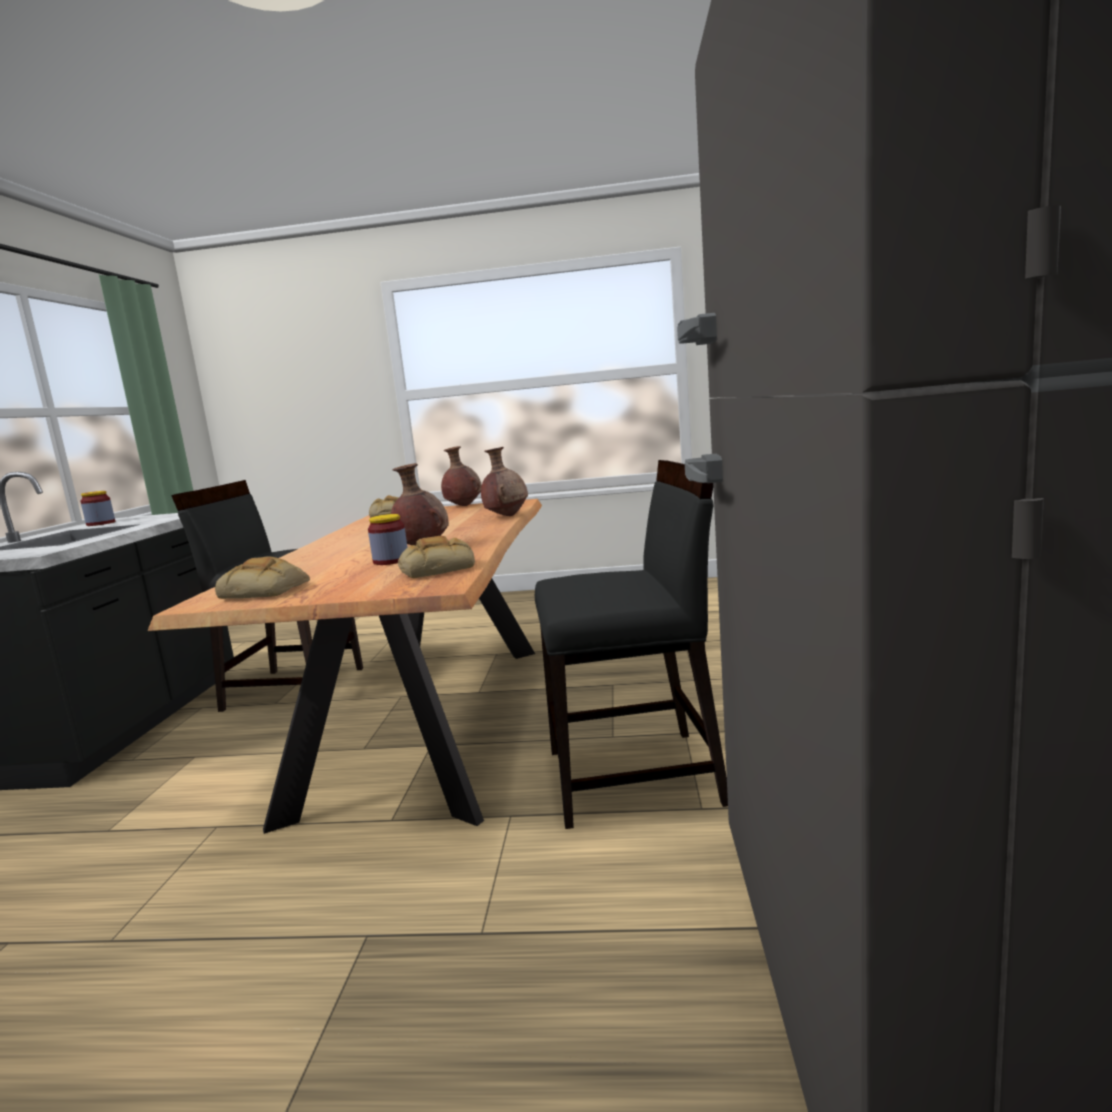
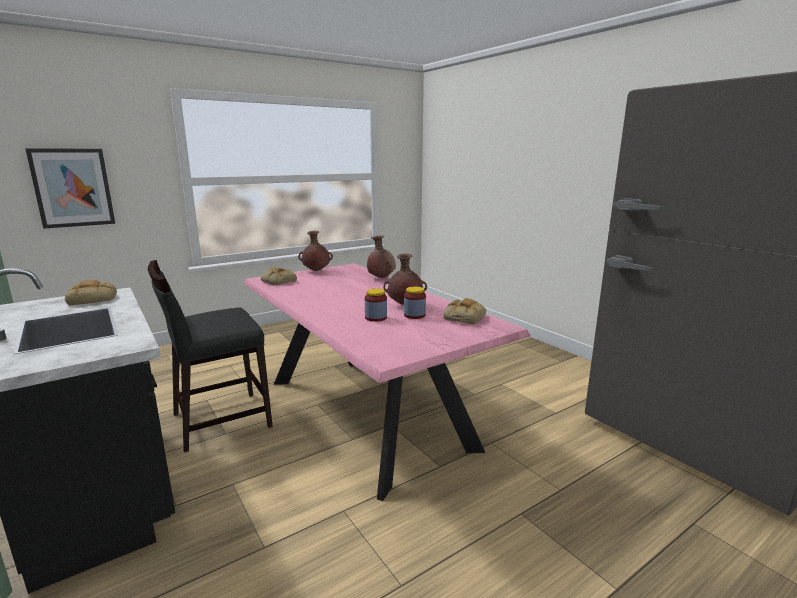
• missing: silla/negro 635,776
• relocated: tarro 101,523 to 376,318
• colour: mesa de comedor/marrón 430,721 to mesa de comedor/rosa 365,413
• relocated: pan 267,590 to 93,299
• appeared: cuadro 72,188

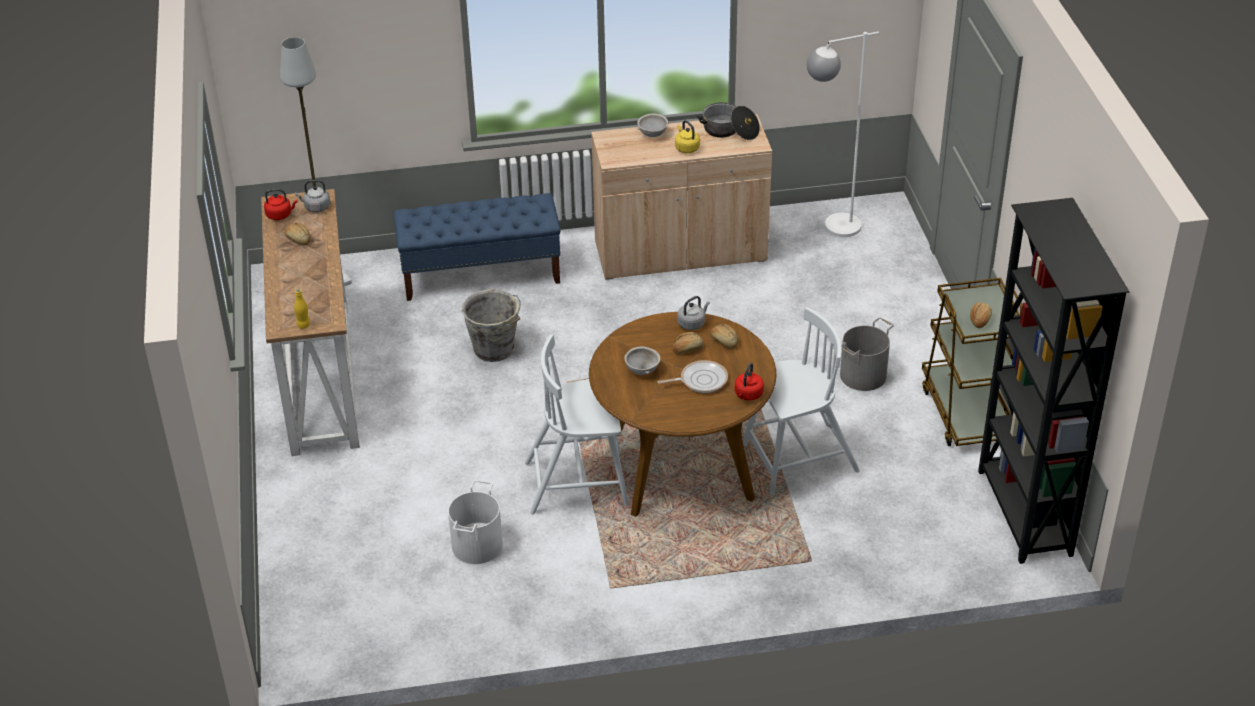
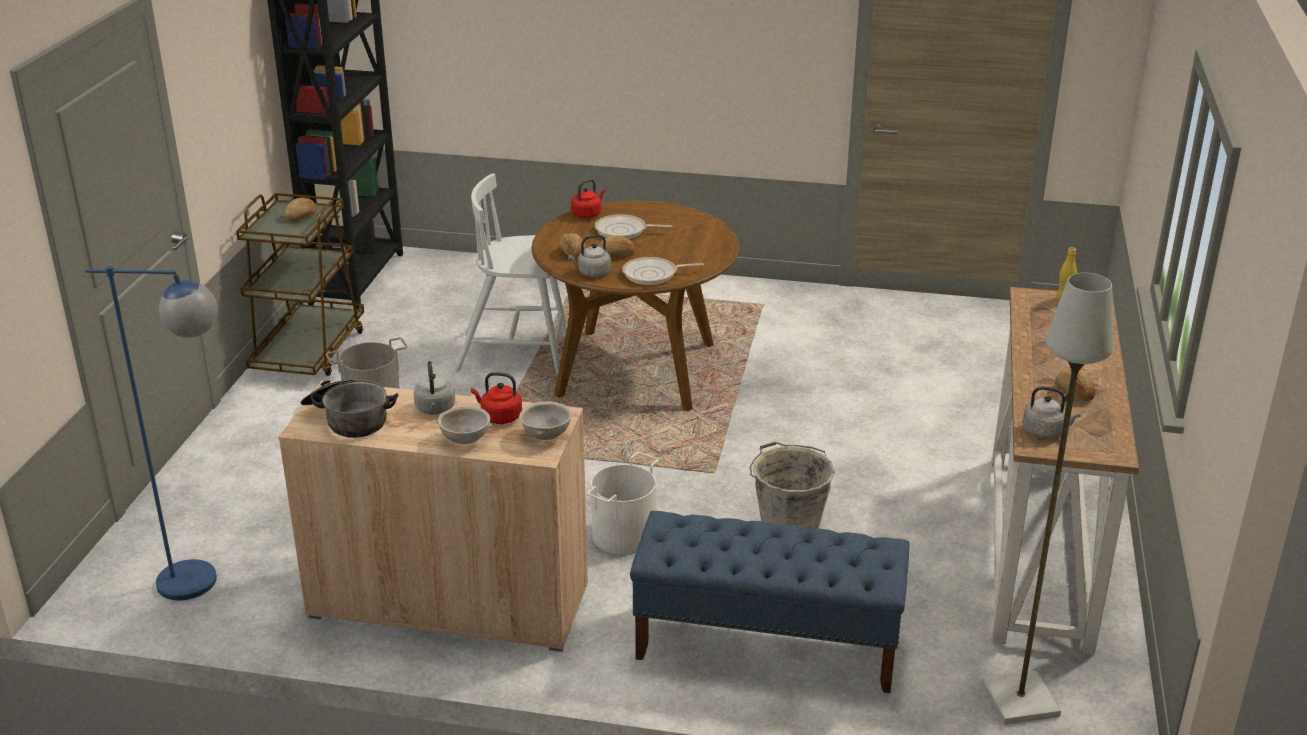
• colour: lámpara de pie/blanco 830,229 to lámpara de pie/azul 208,582
• colour: hervidor/amarillo 686,148 to hervidor/gris 435,409
• relocated: hervidor/rojo 280,215 to 499,417
• missing: silla/blanco 579,483
• relocated: cuenco/gris 643,370 to 545,436
• relocated: cubo/blanco 476,545 to 625,535
• appeared: sartén 653,275

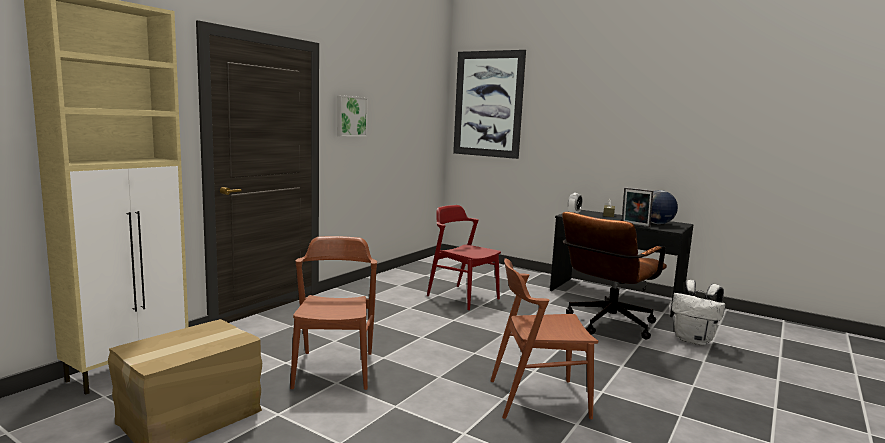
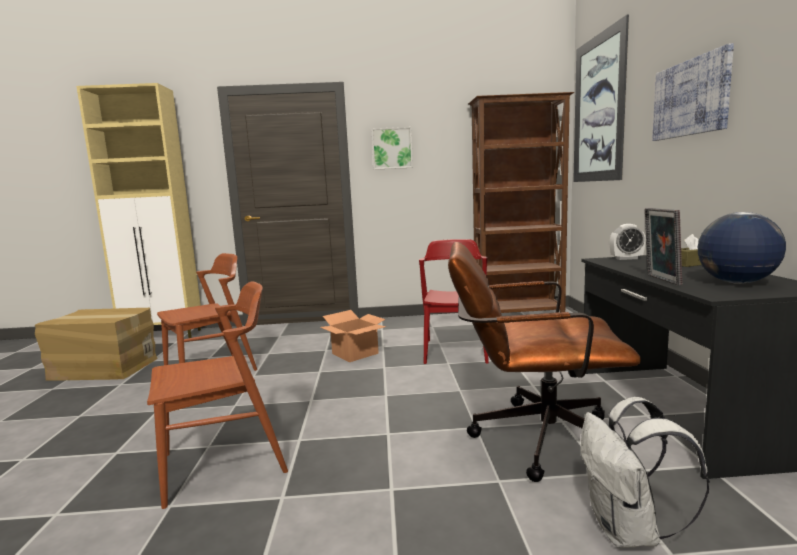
• spun: silla/marrón 538,398 = 224,463 105 degrees clockwise
• appeared: cuadro 690,98
• appeared: estantería/marrón 519,314
• appeared: caja de cartón 355,353

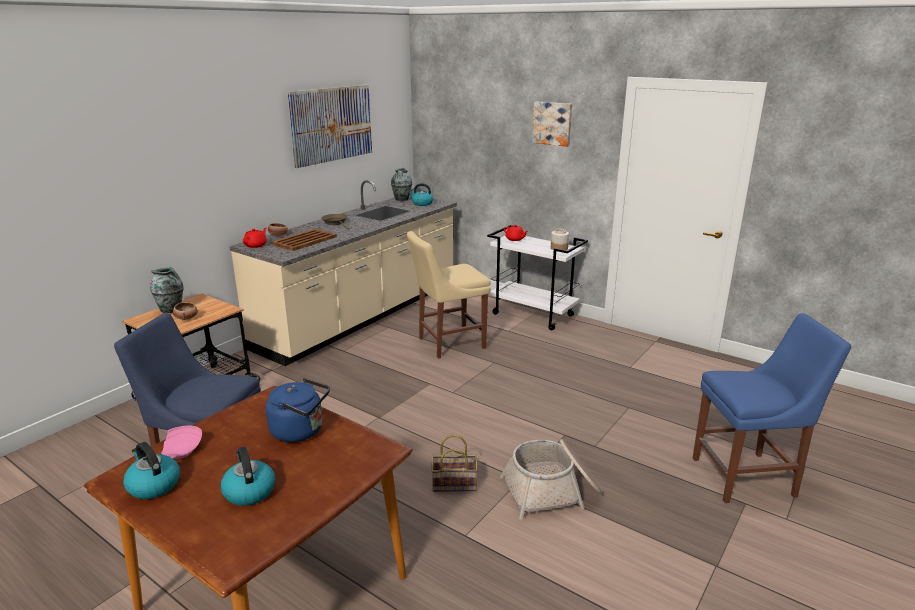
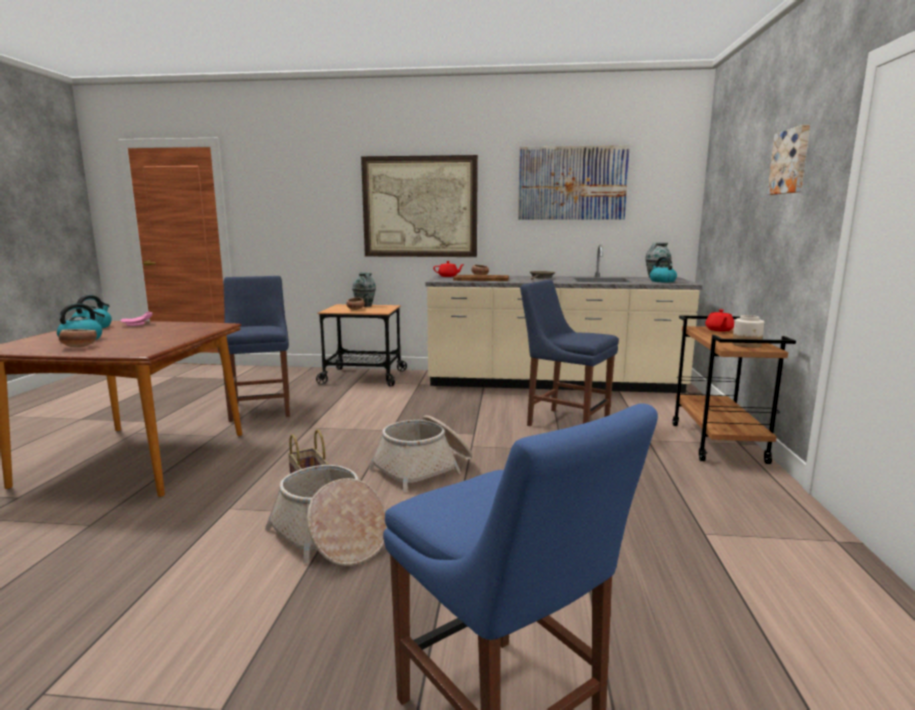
• colour: carrito/blanco 533,315 to carrito/marrón 718,443
• colour: silla/beis 448,343 to silla/azul 564,422
• missing: hervidor/azul 300,431
• appeared: cuadro 419,207
• appeared: cuenco 78,347
• appeared: cesta 424,468

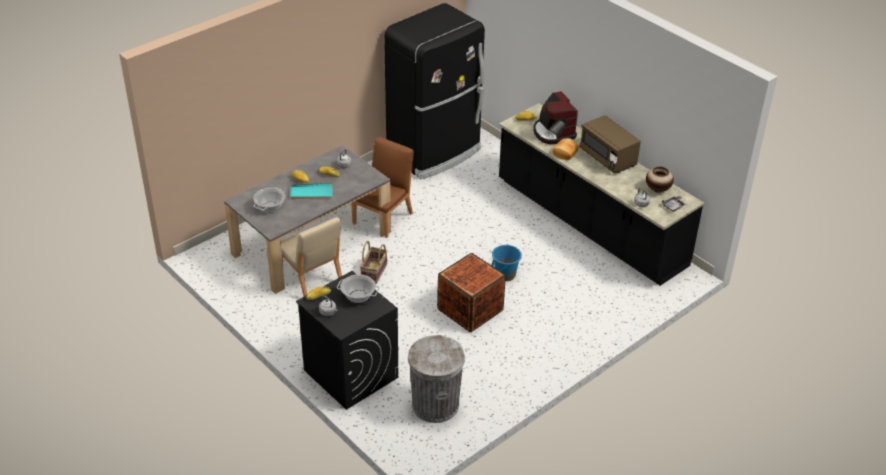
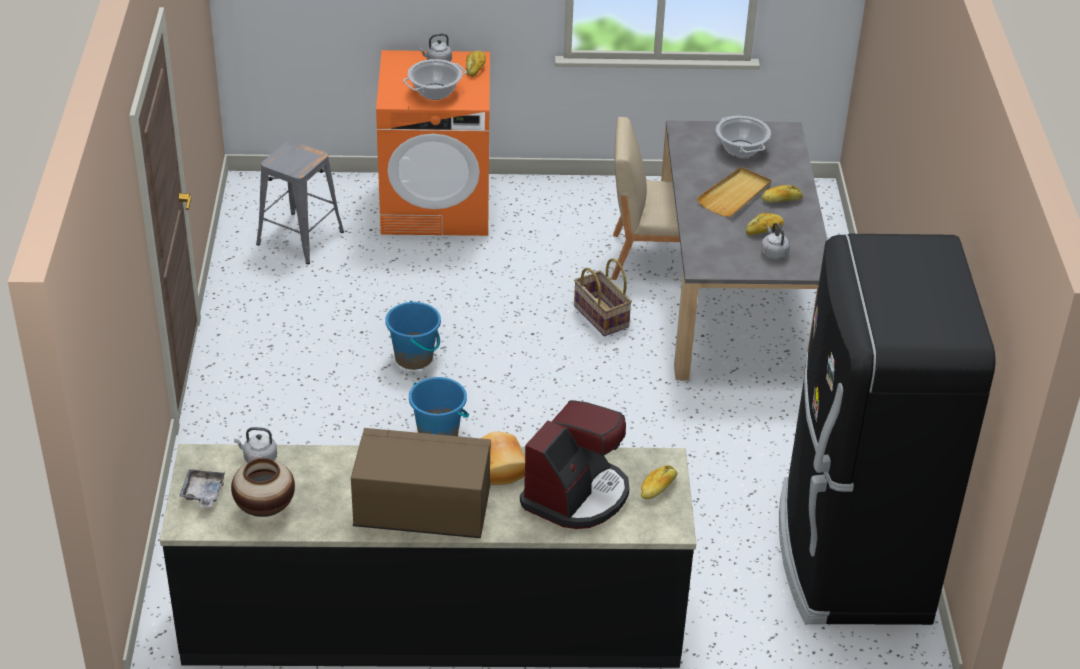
• spun: cafetera 553,133 = 576,495 105 degrees clockwise
• missing: silla/marrón 383,218
• colour: bandeja/turquesa 311,193 to bandeja/beis 735,195
• exchanged: caja de embalaje 470,309 to cubo/azul 414,358
• colour: lavadora/negro 350,373 to lavadora/naranja 436,205
• exchanged: papelera/gris 435,405 to taburete/gris 299,237

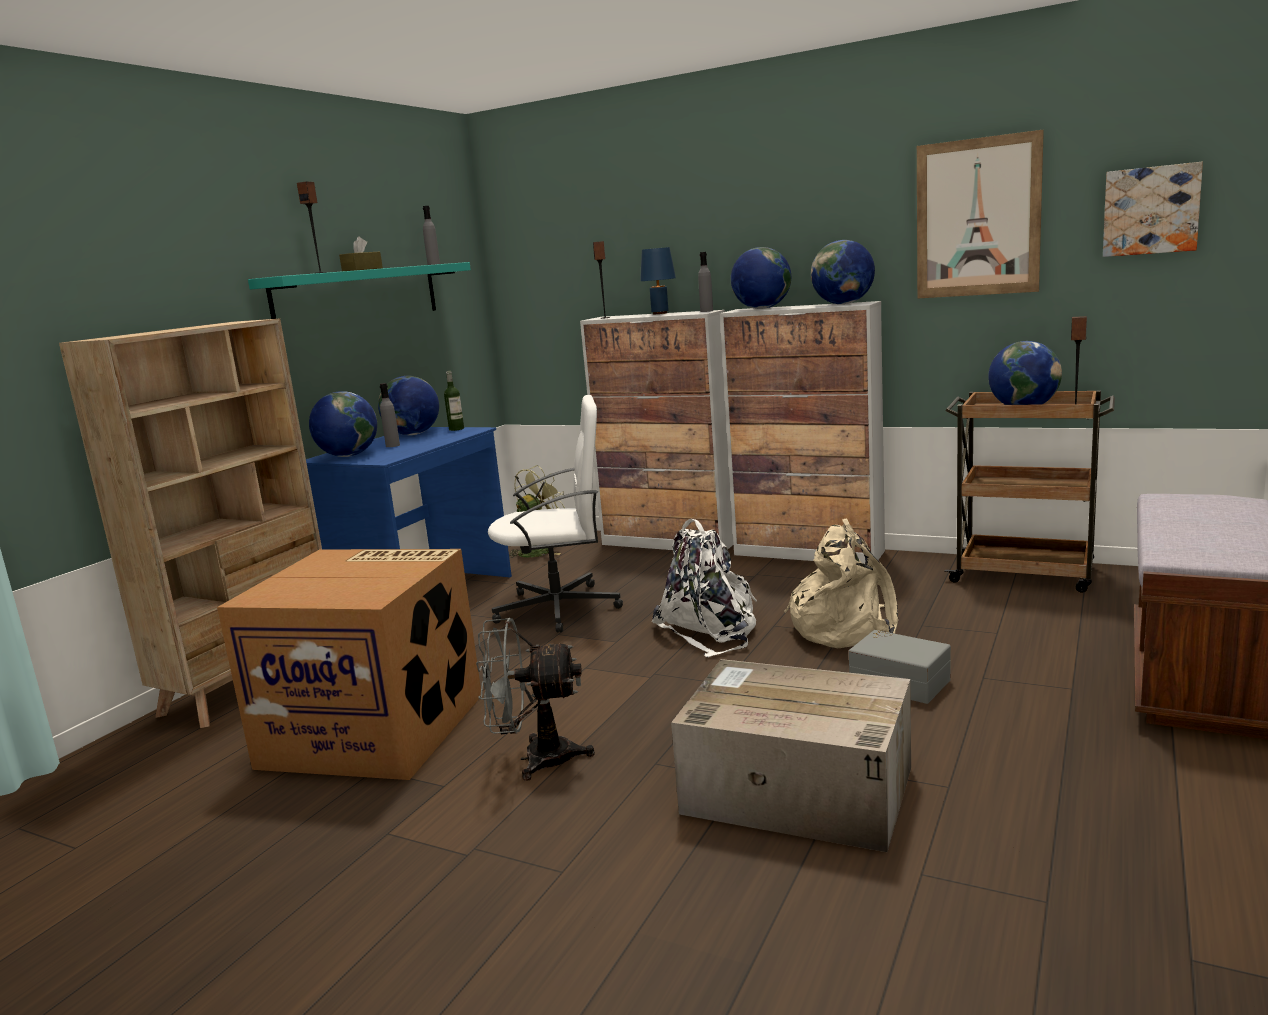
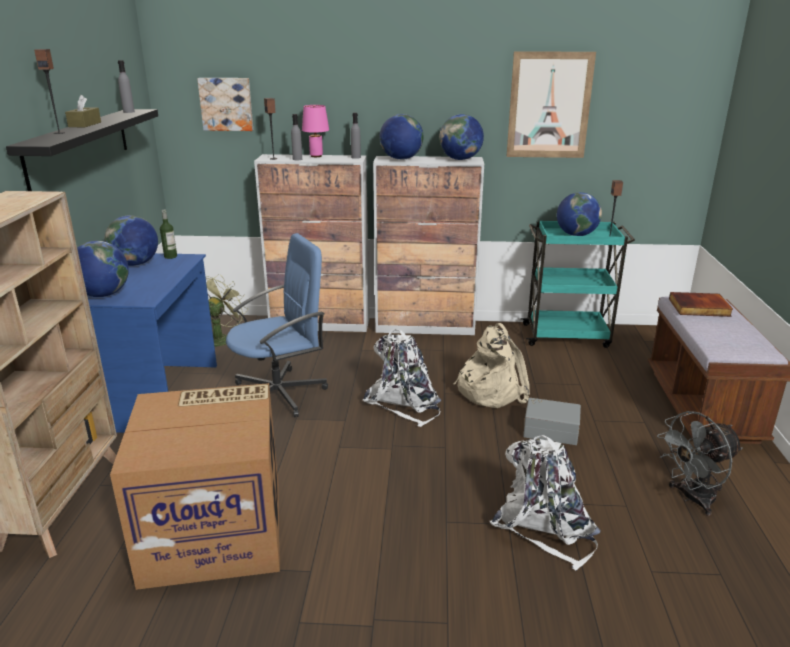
• relocated: cuadro 1150,210 to 226,104
• colour: lámpara de mesa/azul 660,313 to lámpara de mesa/rosa 316,156
• colour: estante/turquesa 358,295 to estante/negro 79,146
• relocated: botella/gris 393,445 to 297,159
• colour: carrito/marrón 1025,574 to carrito/turquesa 567,335
• colour: silla de oficina/blanco 560,608 to silla de oficina/azul 280,394
• relocated: ventilador/gris 535,759 to 691,498
• exchanged: caja de cartón 794,790 to mochila/blanco 545,526
• appeared: libro 699,308

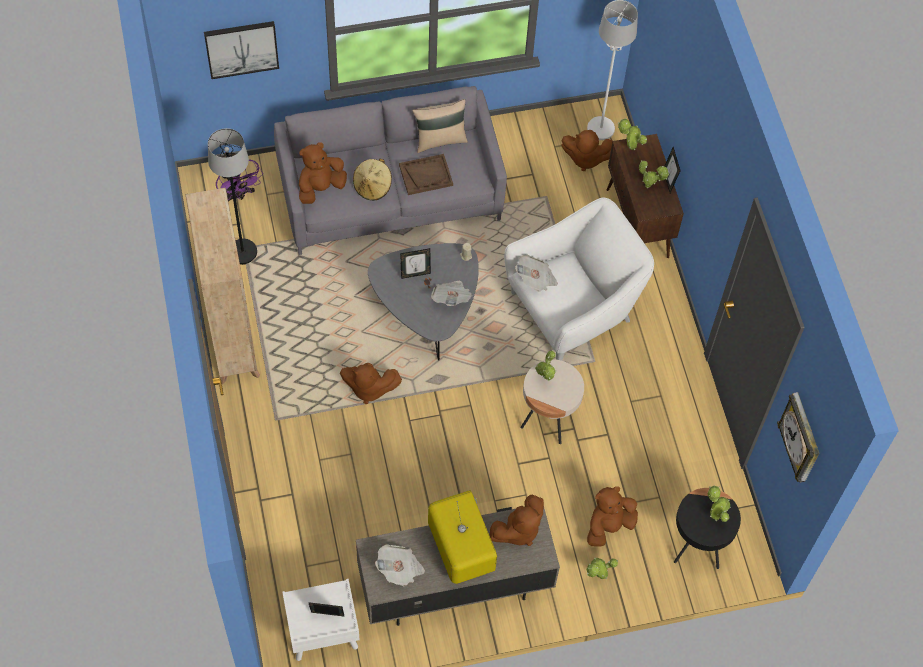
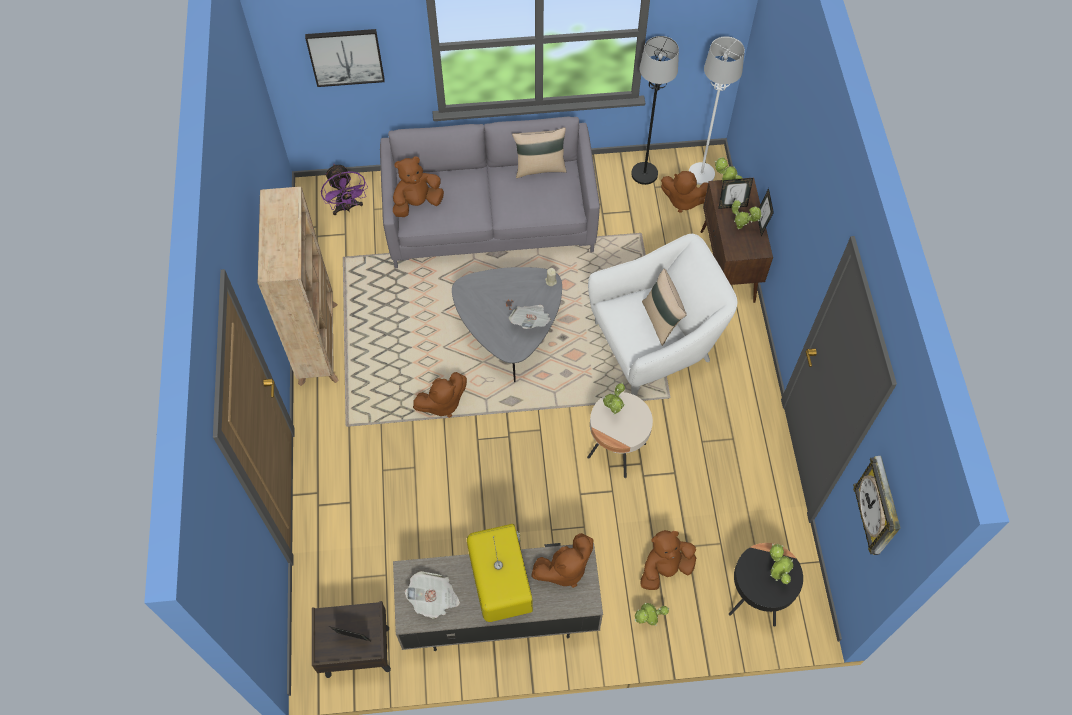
• relocated: lámpara de pie/negro 243,252 to 644,173
• missing: bandeja/marrón 426,175
• missing: sombrero/beis 372,186
• relocated: portarretratos 415,274 to 732,205
• missing: periódico 536,279
• spun: peluche/marrón 368,388 = 442,403 45 degrees counterclockwise
• colour: mesita de noche/blanco 322,634 to mesita de noche/marrón 356,652
• appeared: cojín/beis 661,320

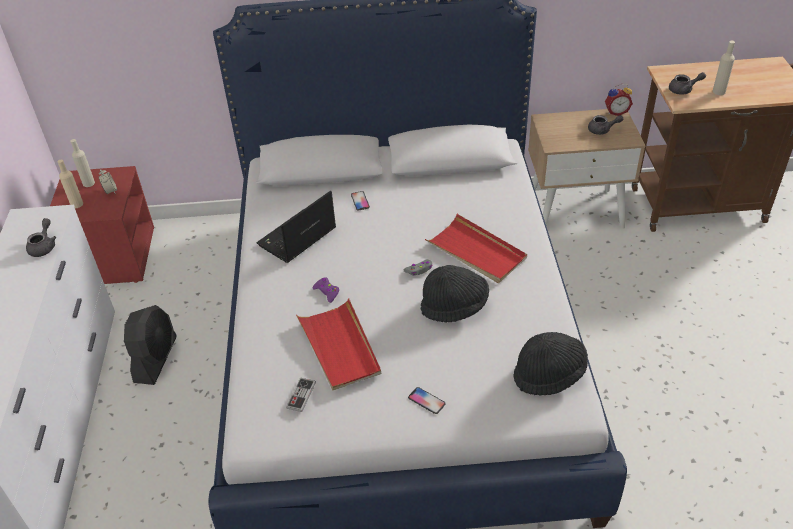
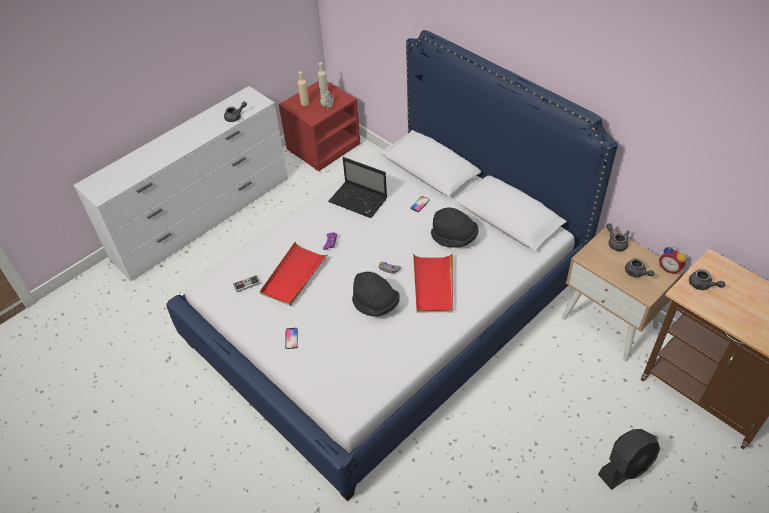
• missing: botella/beis 719,91
• spun: portátil 296,238 = 359,200 150 degrees counterclockwise
• relocated: ventilador/negro 156,359 to 626,467
• relocated: sombrero/negro 549,374 to 454,238
• appeared: tetera/gris 616,243

